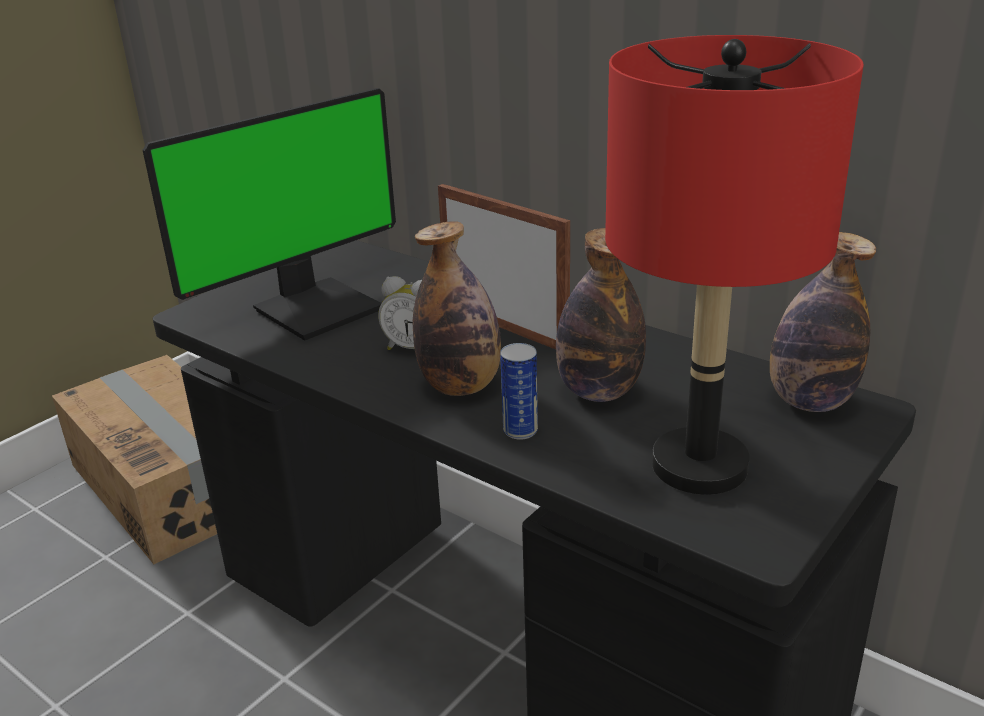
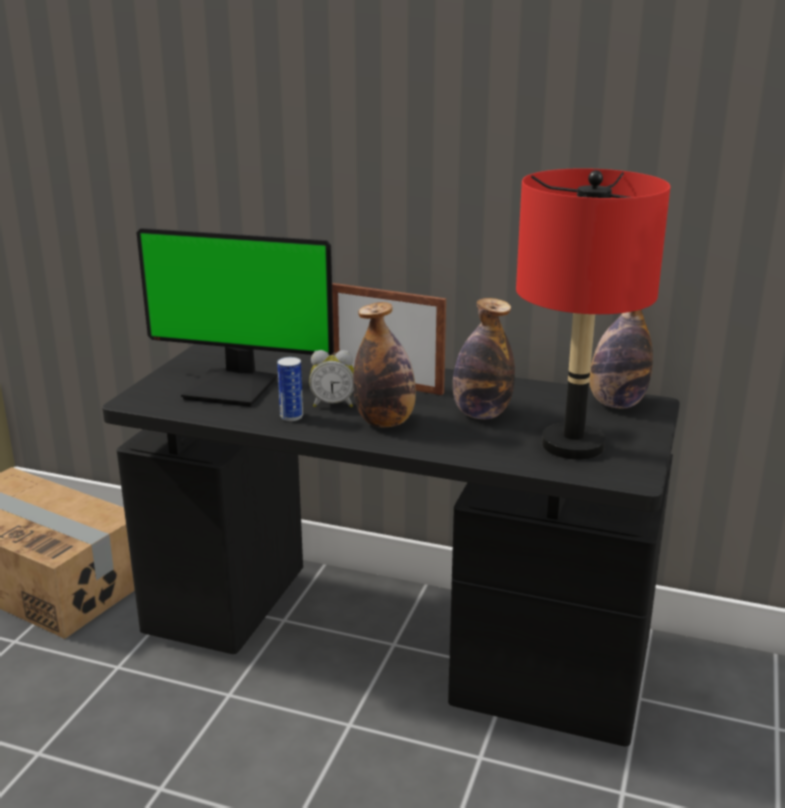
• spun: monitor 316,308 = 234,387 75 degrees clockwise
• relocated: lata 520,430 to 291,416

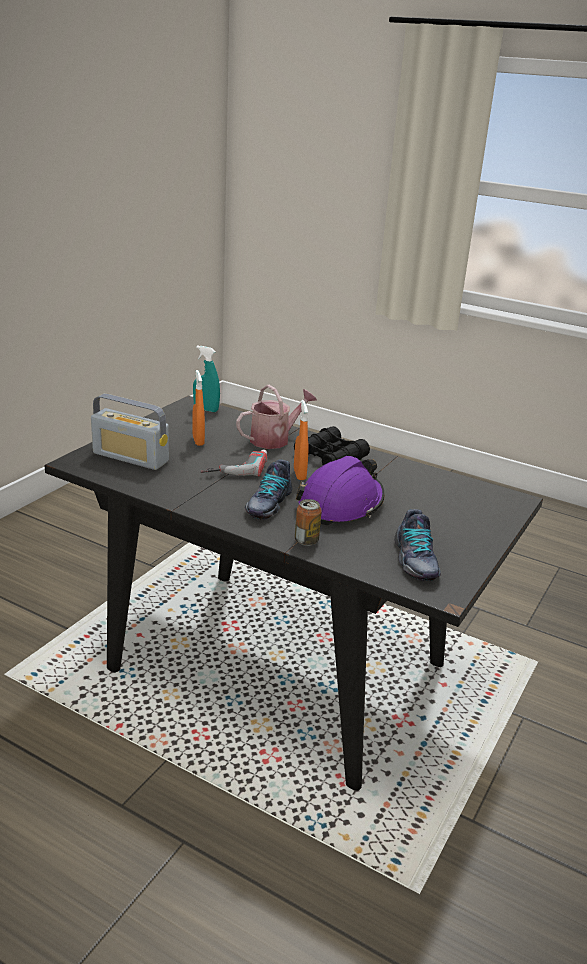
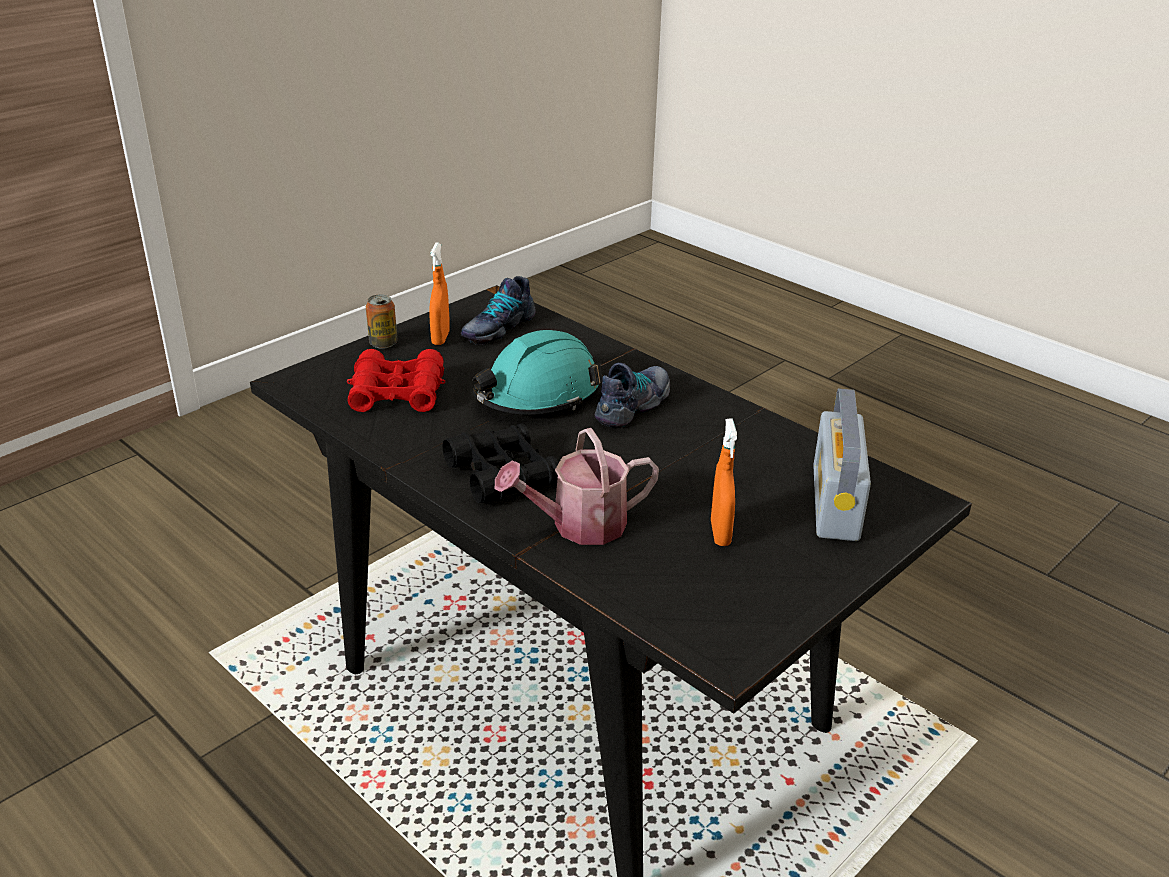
• missing: pulverizador/turquesa 206,409
• spun: radio 131,457 = 835,503 120 degrees counterclockwise
• relocated: pulverizador/naranja 299,474 to 440,338
• missing: taladro 235,466
• colour: casco/morado 341,505 to casco/turquesa 537,394
• relocated: lata 306,541 to 383,343
• spun: zapato 414,560 = 497,328 150 degrees counterclockwise
• appeared: prismáticos/rojo 397,393

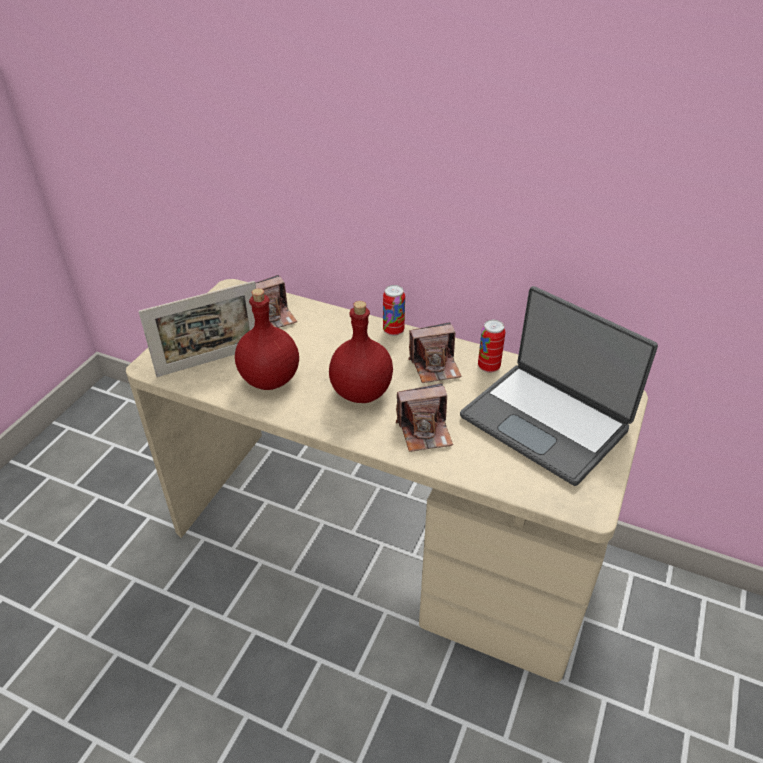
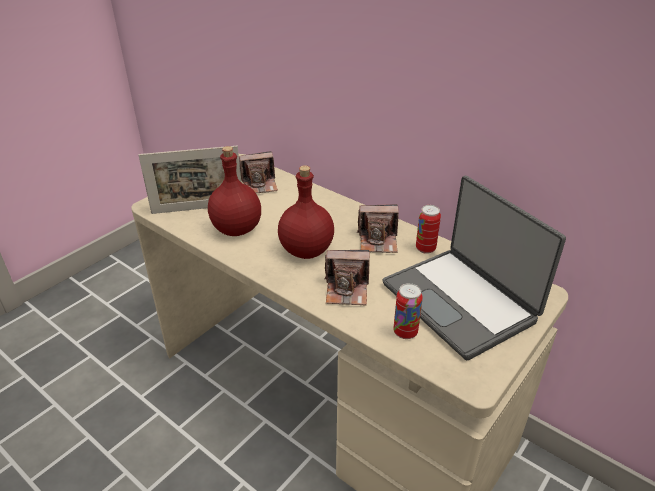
• relocated: lata 393,330 to 405,332

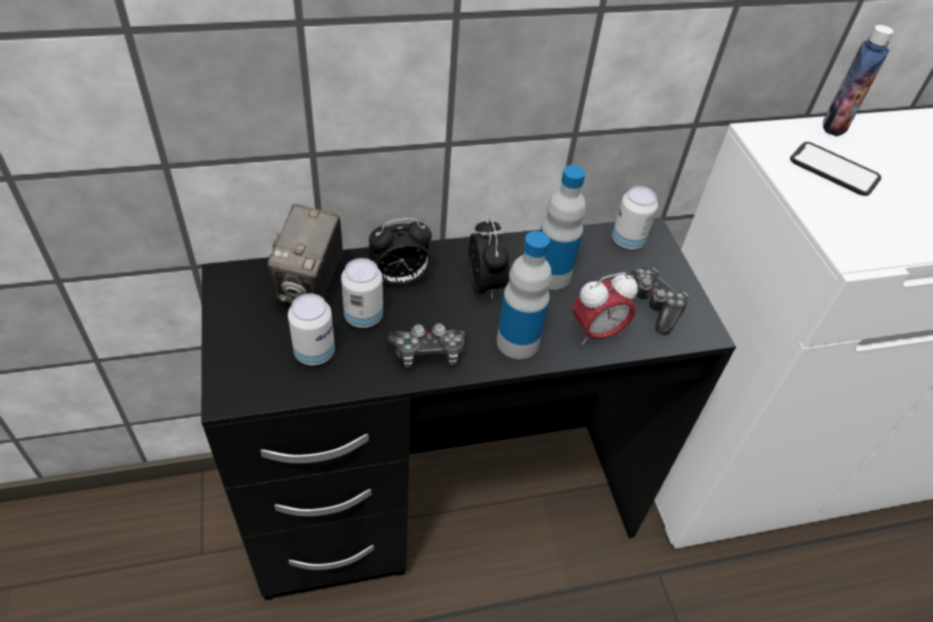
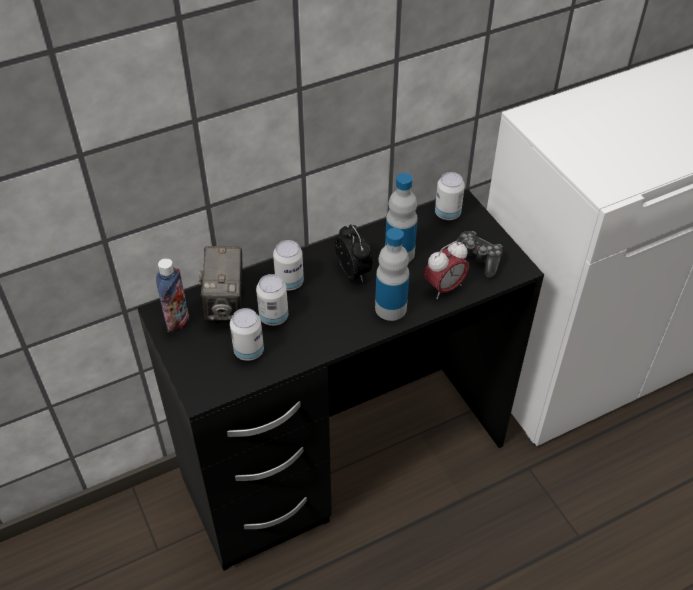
• relocated: botella 835,126 to 177,322
• missing: móvil 834,170
• exchanged: despertador 400,278 to lata 289,282
• missing: mando de consola 428,353

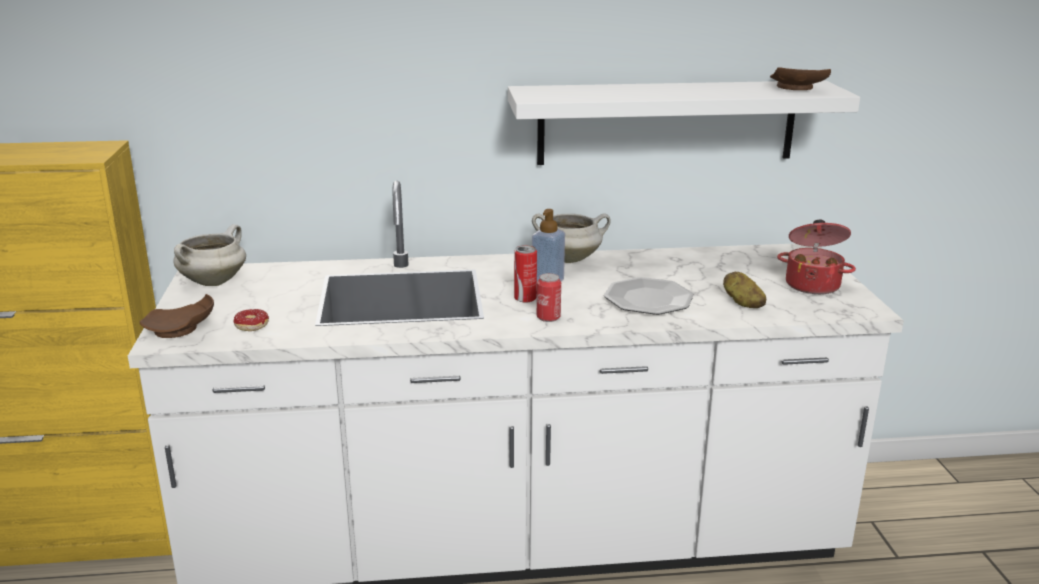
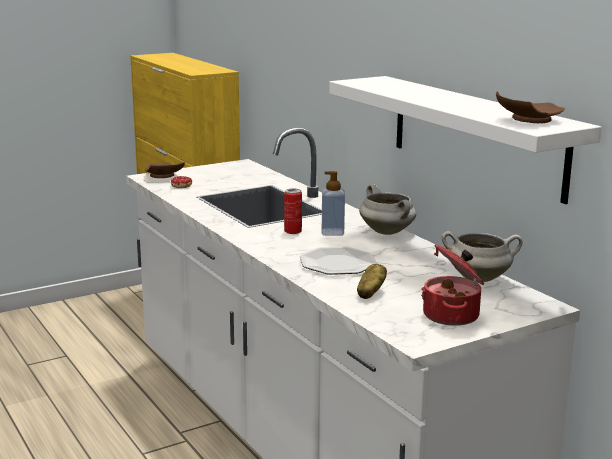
• relocated: olla/blanco 213,281 to 479,278
• missing: lata 548,317

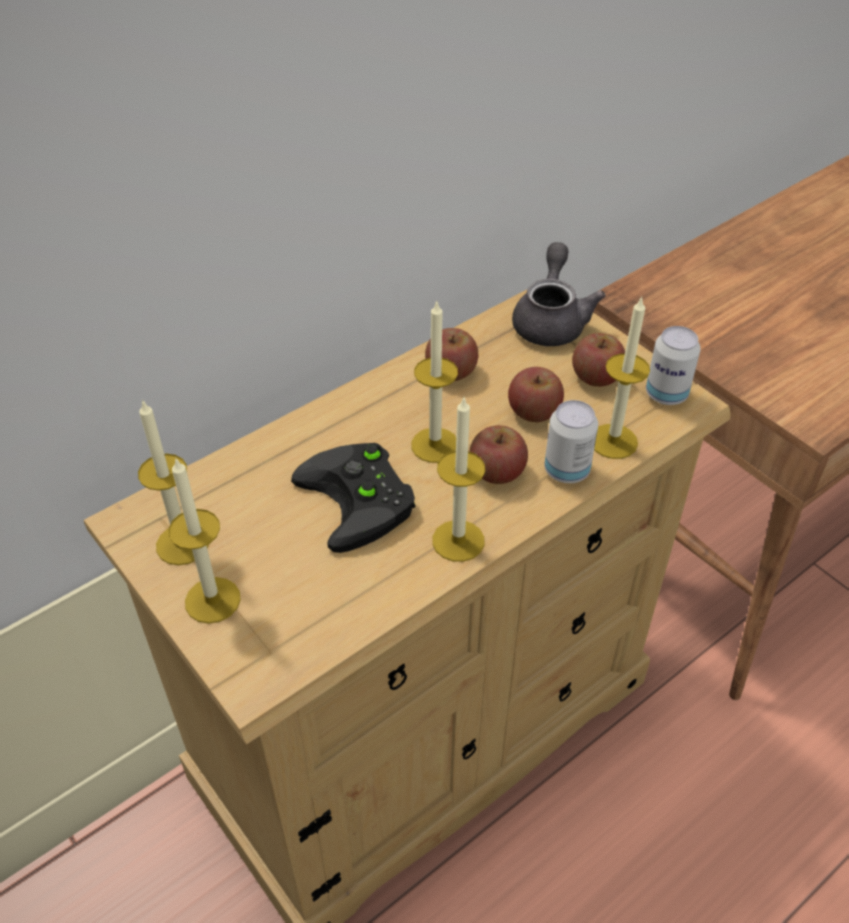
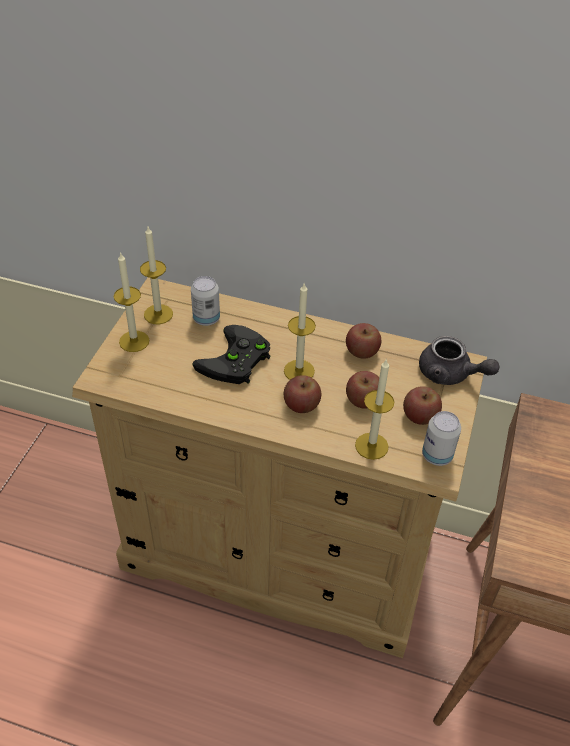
• spun: tetera/gris 551,320 = 450,374 60 degrees clockwise
• missing: vela 458,540
• relocated: lata 566,470 to 206,319

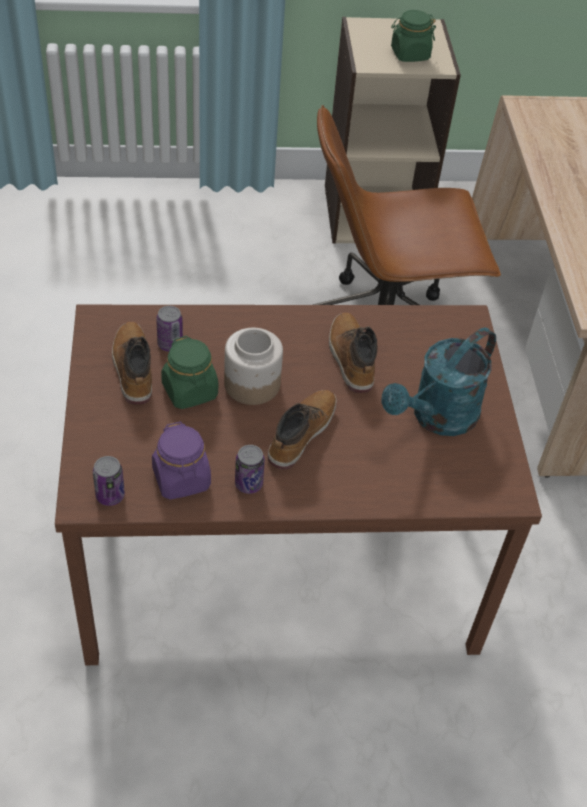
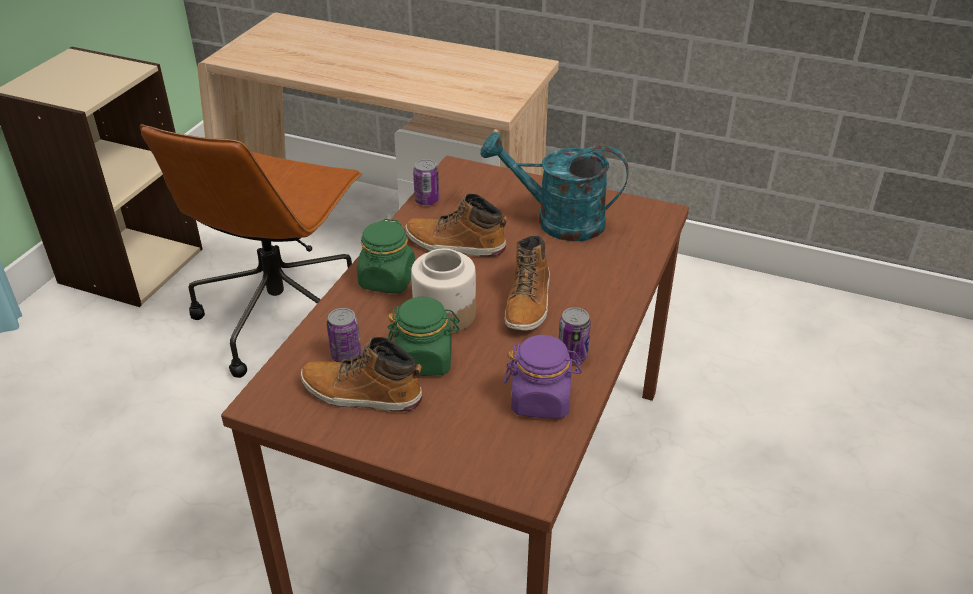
• relocated: tarro/verde 409,54 to 387,280
• spun: regadera/turquesa 437,418 = 557,221 120 degrees clockwise
• spun: bota 300,433 = 528,303 135 degrees counterclockwise
• relocated: lata 110,495 to 427,200

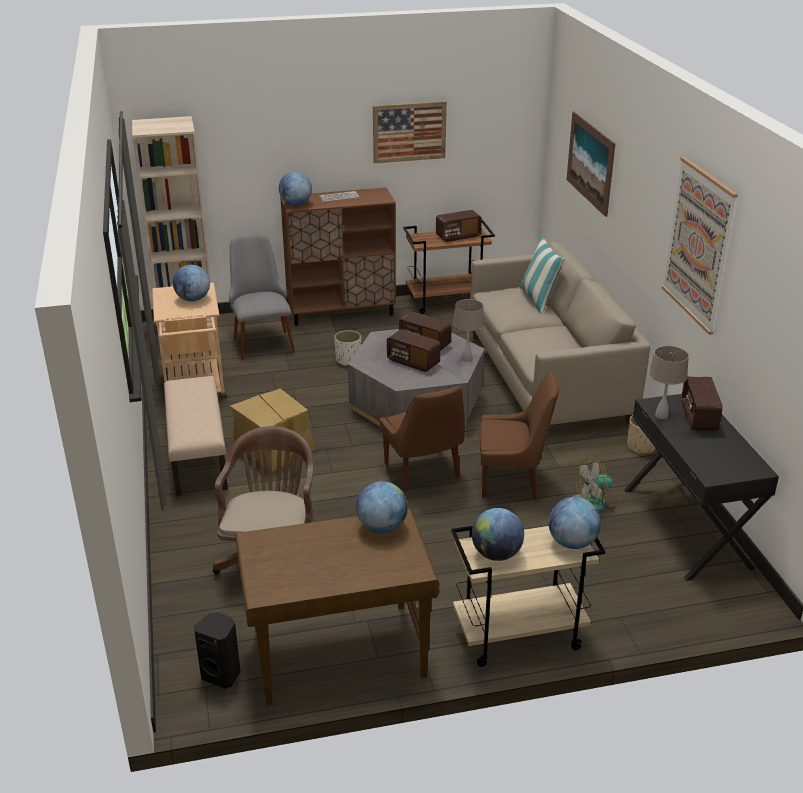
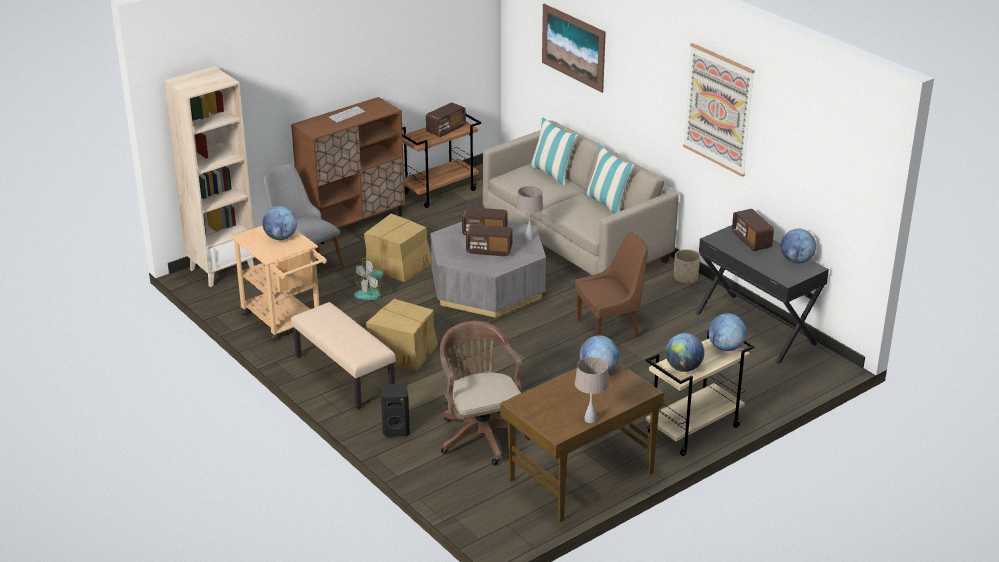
• missing: cuadro 409,131
• relocated: globo terráqueo 296,204 to 796,261
• exchanged: maceta/blanco 348,360 to caja de cartón 398,264
• relocated: lámpara de mesa/beis 662,415 to 590,419
• missing: silla/marrón 423,472
• relocated: ventilador 596,502 to 373,293
• relocated: altavoz/negro 222,674 to 396,430
• appeared: cojín 607,204

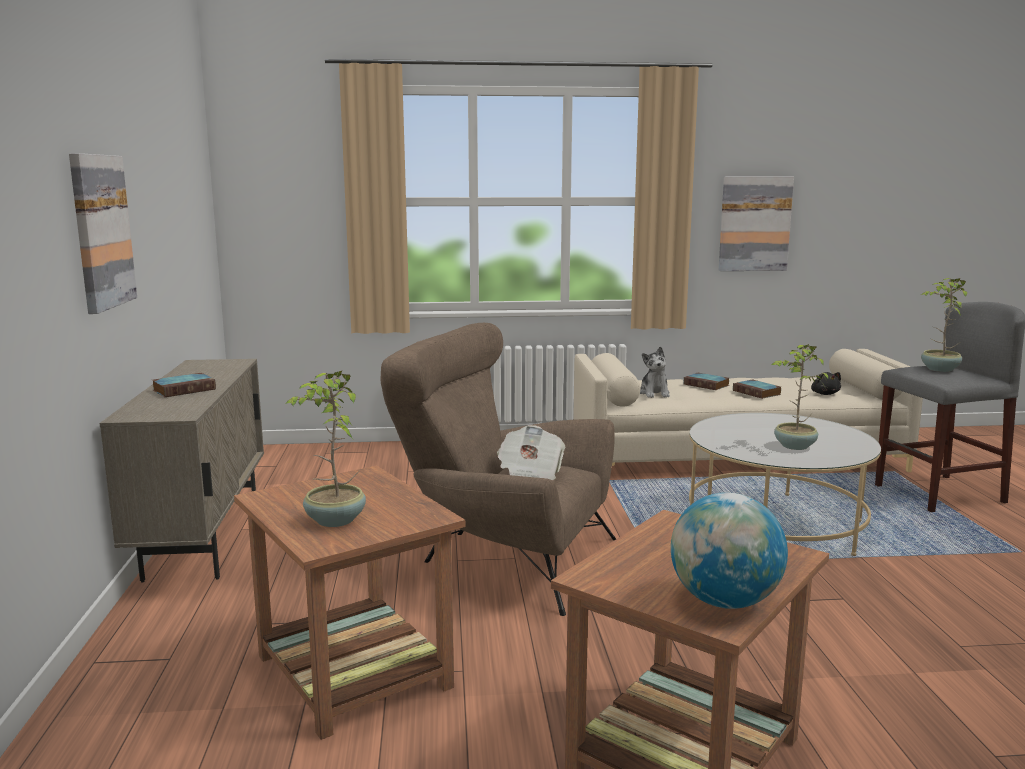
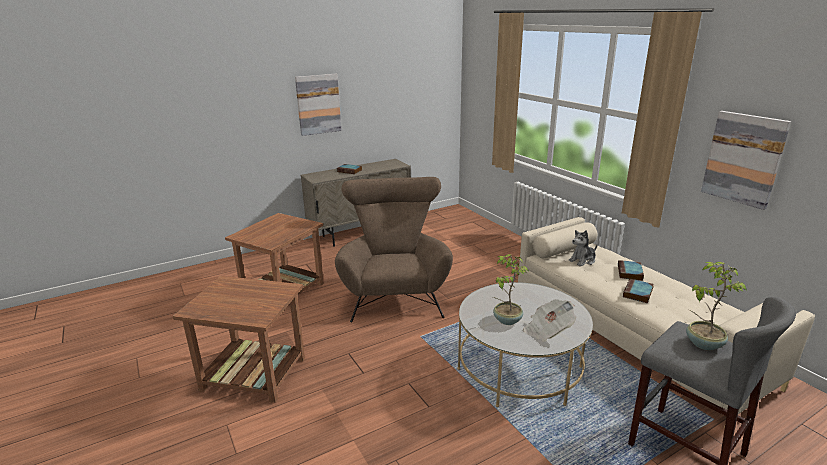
• missing: planta en maceta 334,521
• missing: peluche/negro 824,394
• relocated: periódico 530,474 to 547,330
• missing: globo terráqueo 724,602

